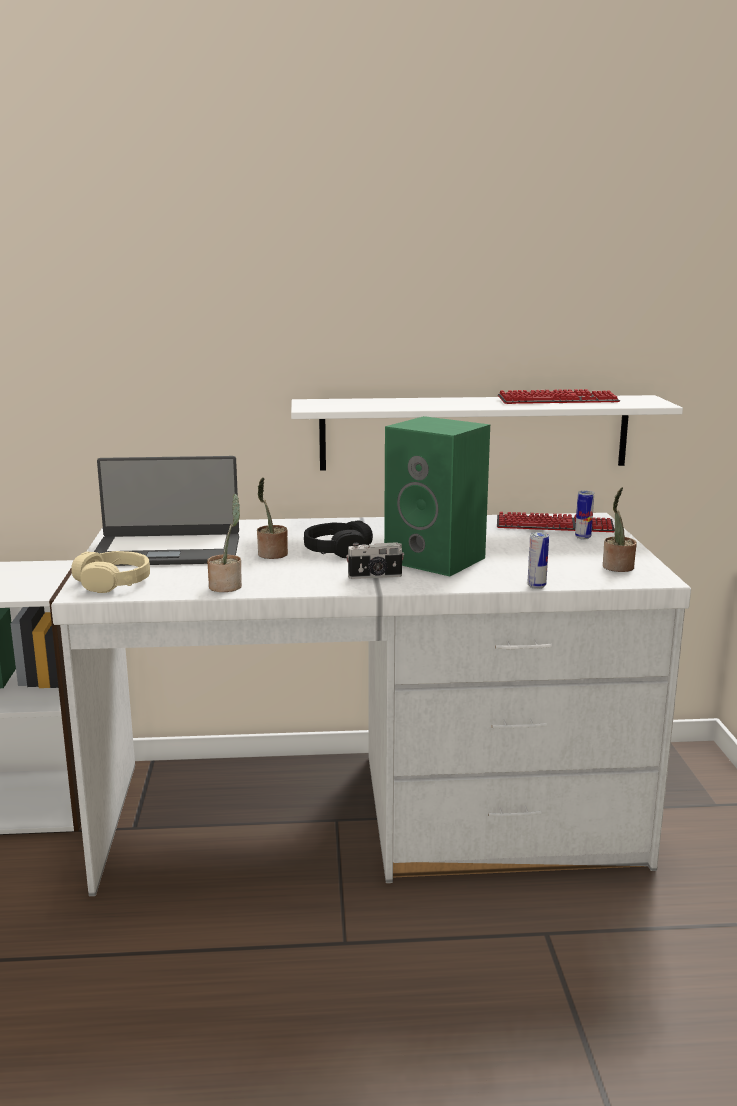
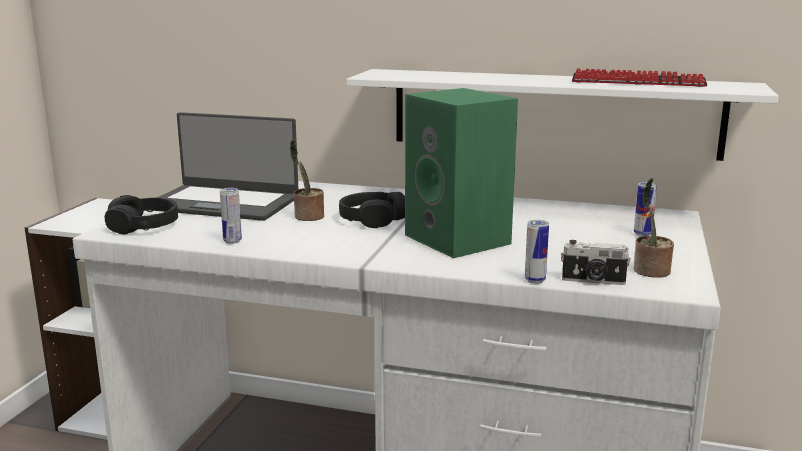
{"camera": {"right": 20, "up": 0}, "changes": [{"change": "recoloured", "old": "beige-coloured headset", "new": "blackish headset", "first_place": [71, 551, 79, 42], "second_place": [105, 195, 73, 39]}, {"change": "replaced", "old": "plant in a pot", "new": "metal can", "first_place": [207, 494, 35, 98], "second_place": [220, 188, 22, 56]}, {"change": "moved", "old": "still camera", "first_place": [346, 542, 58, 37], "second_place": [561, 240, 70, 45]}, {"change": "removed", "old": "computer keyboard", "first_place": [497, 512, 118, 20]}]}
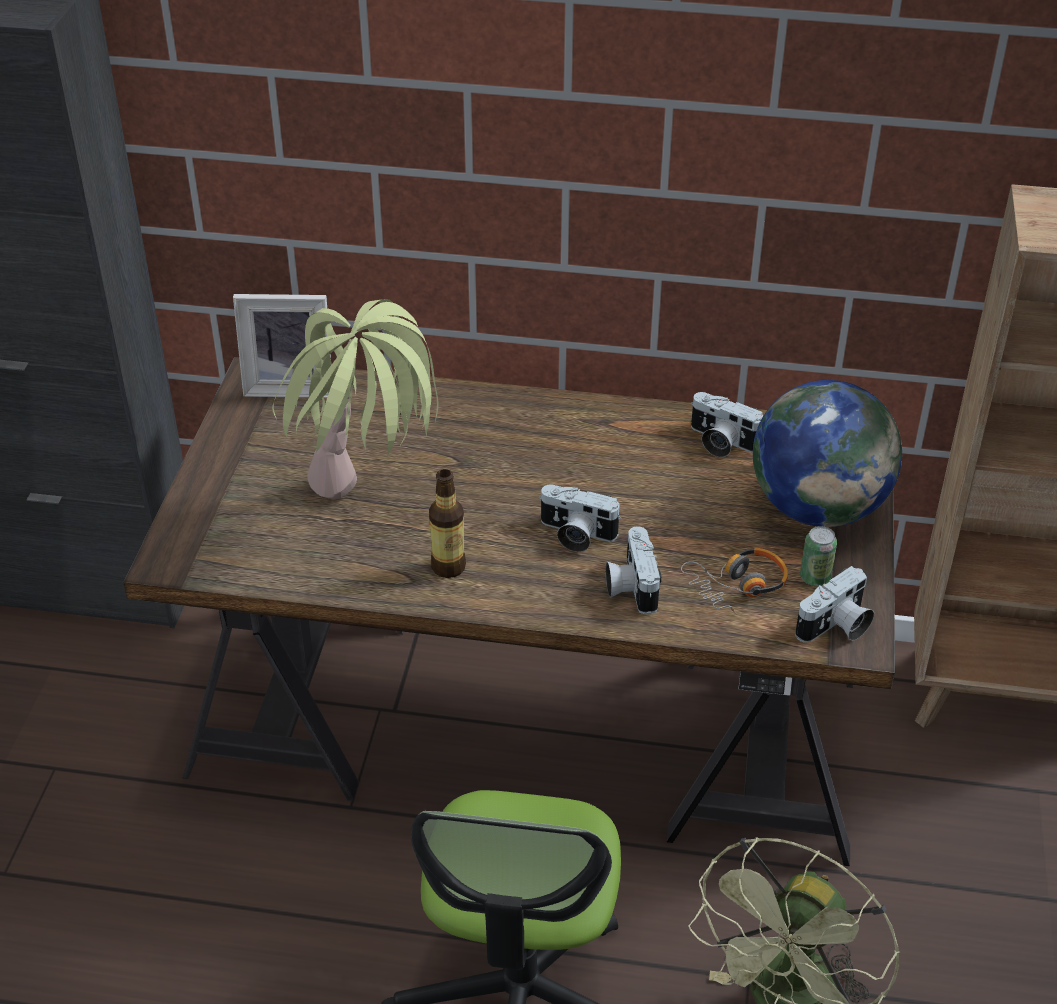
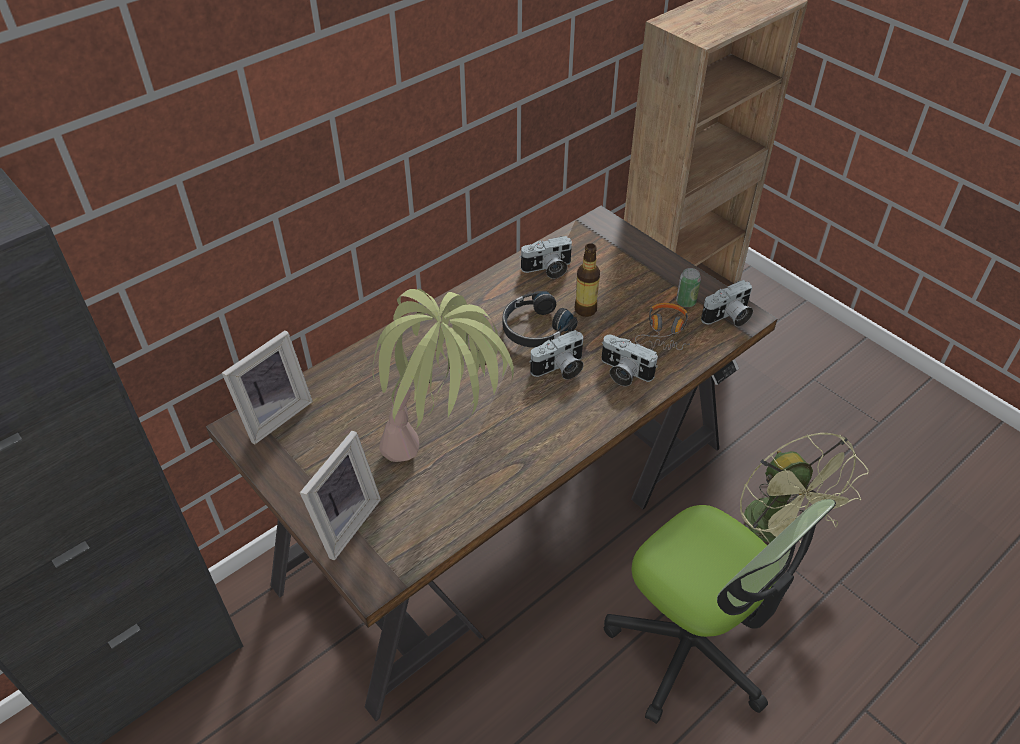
{"camera": {"right": -50, "up": 5}, "changes": [{"change": "moved", "old": "beverage bottle", "first_place": [429, 469, 37, 109], "second_place": [574, 243, 26, 74]}, {"change": "removed", "old": "globe", "first_place": [753, 380, 149, 147]}, {"change": "turned", "old": "still camera", "first_place": [795, 566, 79, 77], "second_place": [701, 280, 52, 47], "degrees": 60}, {"change": "added", "new": "standing frame", "second_place": [300, 431, 81, 129]}, {"change": "added", "new": "blackish headset", "second_place": [503, 291, 75, 57]}]}
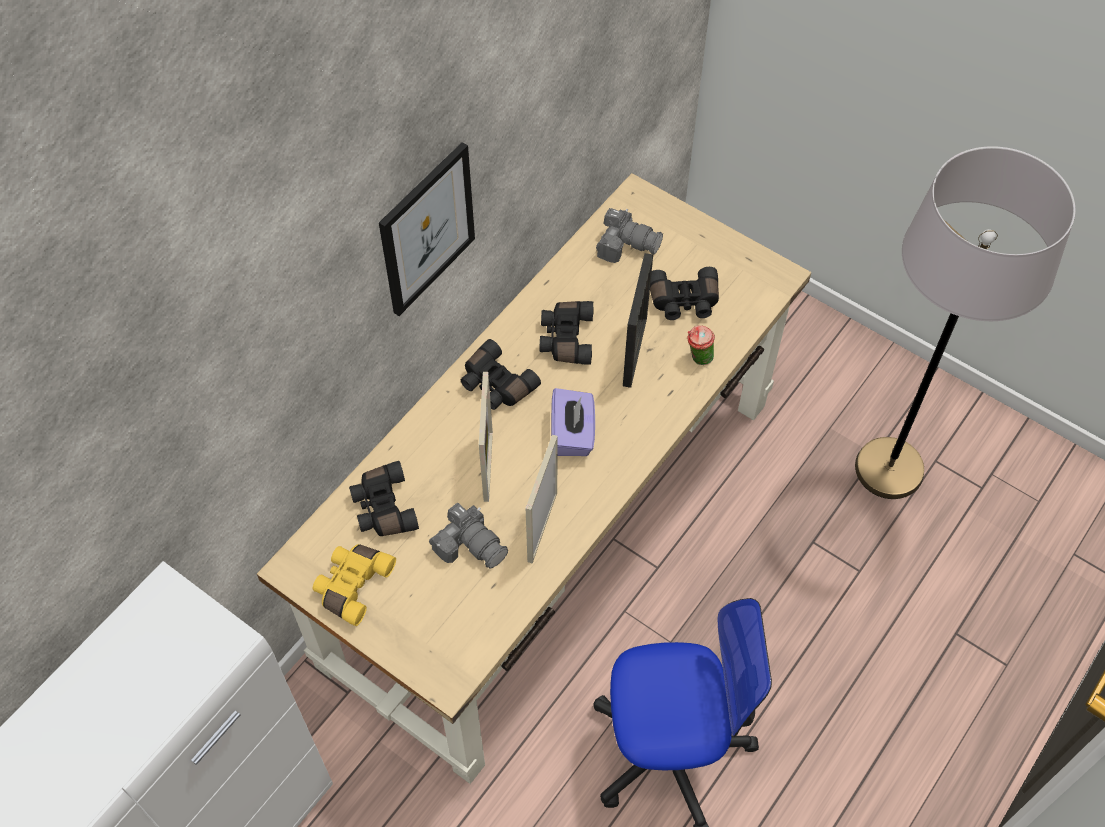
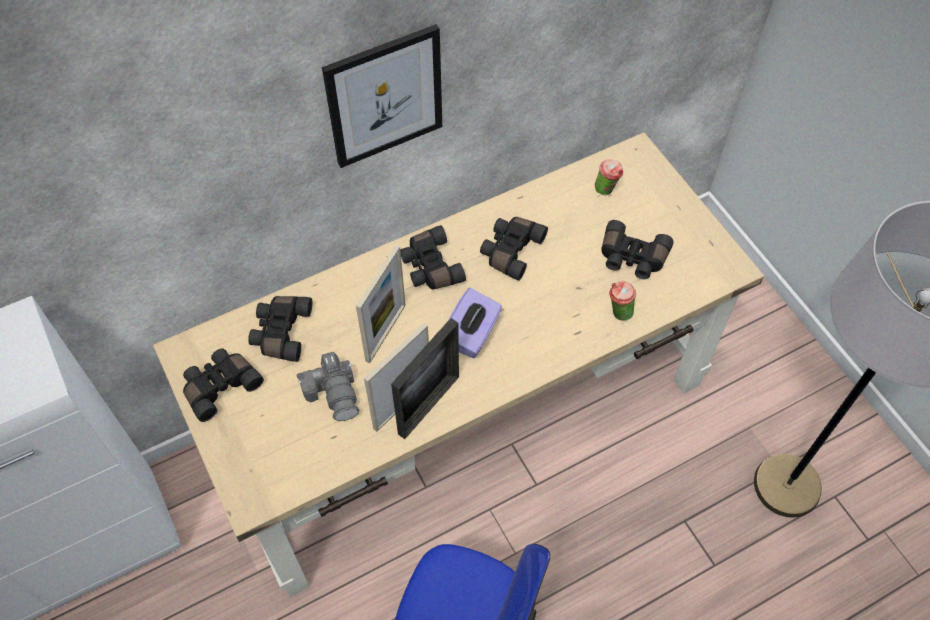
{"camera": {"right": 25, "up": 0}, "changes": [{"change": "recoloured", "old": "yellow pair of binoculars", "new": "blackish pair of binoculars", "first_place": [313, 544, 83, 82], "second_place": [183, 349, 81, 73]}, {"change": "replaced", "old": "still camera", "new": "drinking cup", "first_place": [596, 208, 67, 55], "second_place": [595, 159, 28, 36]}, {"change": "moved", "old": "standing frame", "first_place": [623, 253, 30, 135], "second_place": [391, 318, 68, 121]}]}
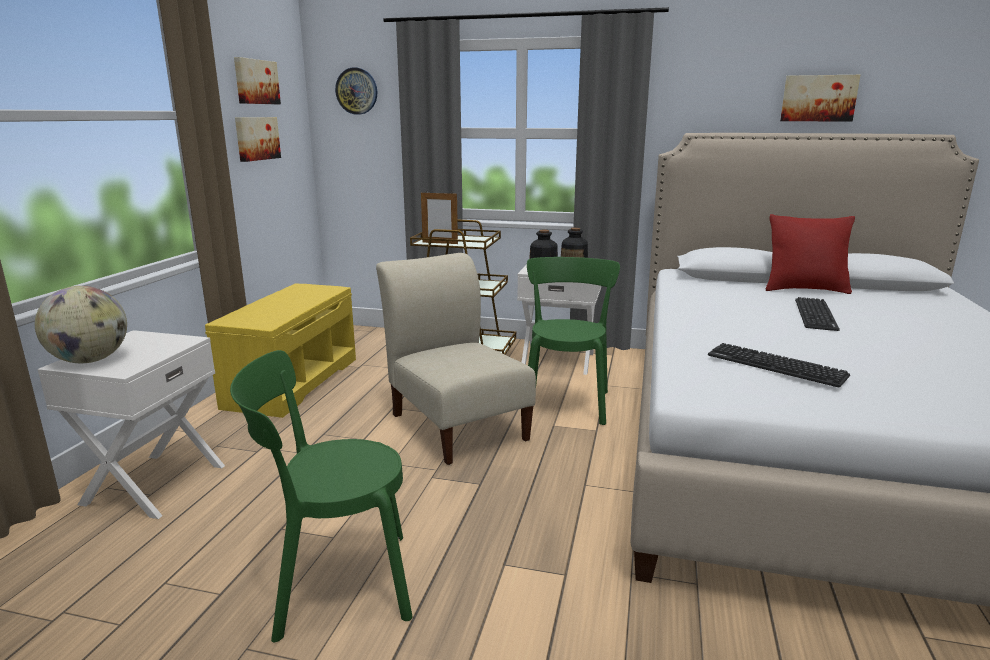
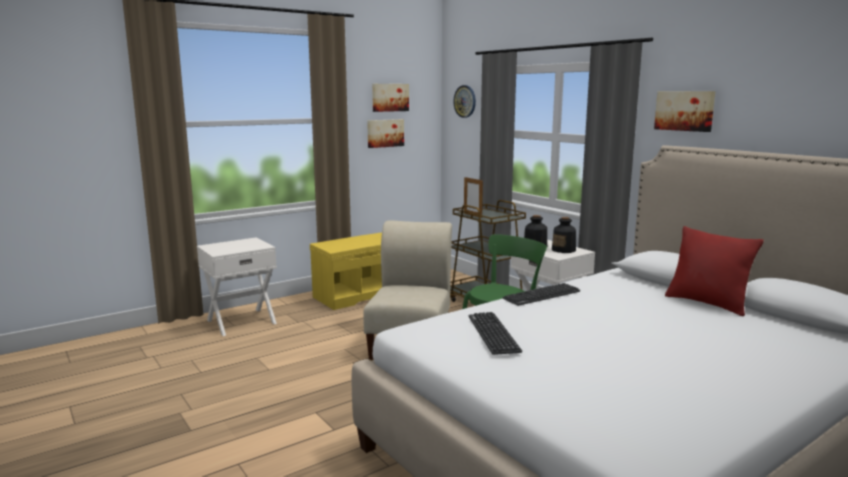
{"camera": {"right": 40, "up": -5}, "changes": [{"change": "removed", "old": "globe", "first_place": [35, 286, 92, 77]}, {"change": "removed", "old": "green upright chair", "first_place": [230, 350, 183, 293]}, {"change": "moved", "old": "wall art", "first_place": [780, 75, 80, 46], "second_place": [654, 91, 61, 41]}, {"change": "moved", "old": "computer keyboard", "first_place": [795, 297, 45, 34], "second_place": [503, 283, 77, 23]}]}
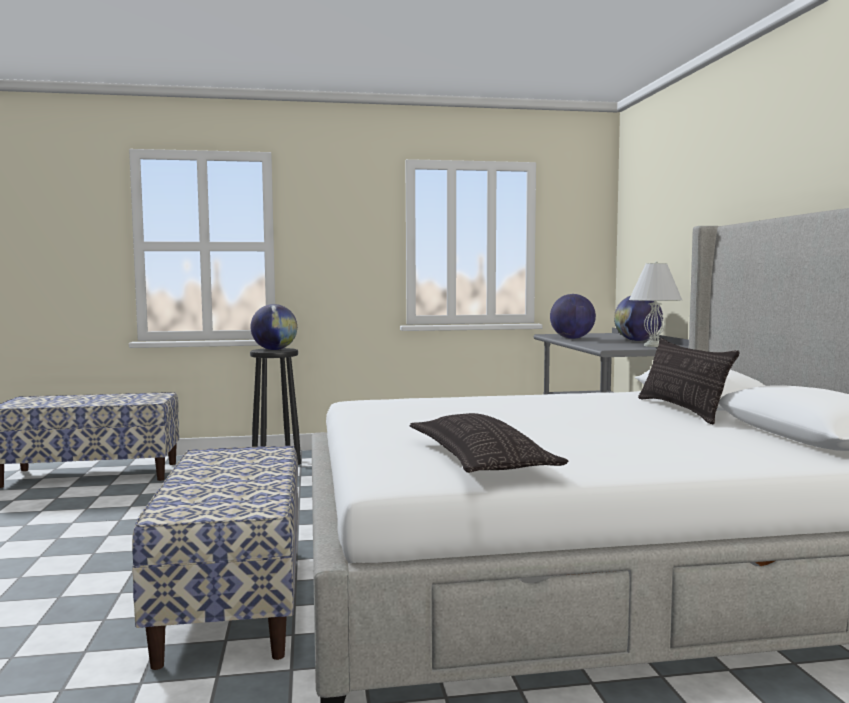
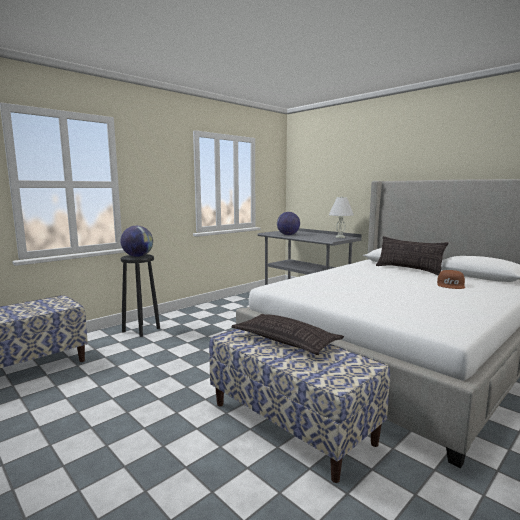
{"camera": {"right": -35, "up": 5}, "changes": [{"change": "moved", "old": "pillow", "first_place": [410, 413, 158, 60], "second_place": [231, 314, 113, 41]}, {"change": "removed", "old": "globe", "first_place": [614, 296, 49, 45]}, {"change": "added", "new": "brown-coloured cap", "second_place": [437, 270, 28, 19]}]}
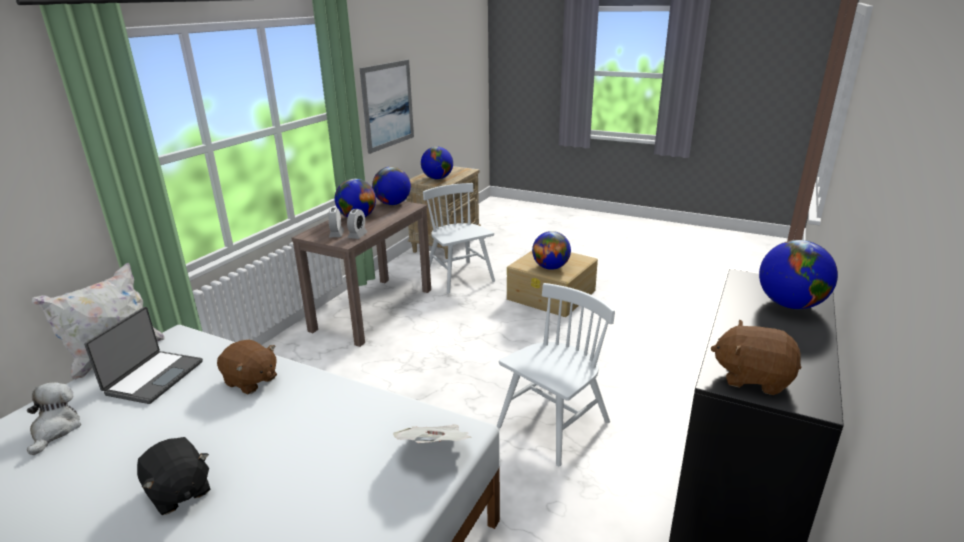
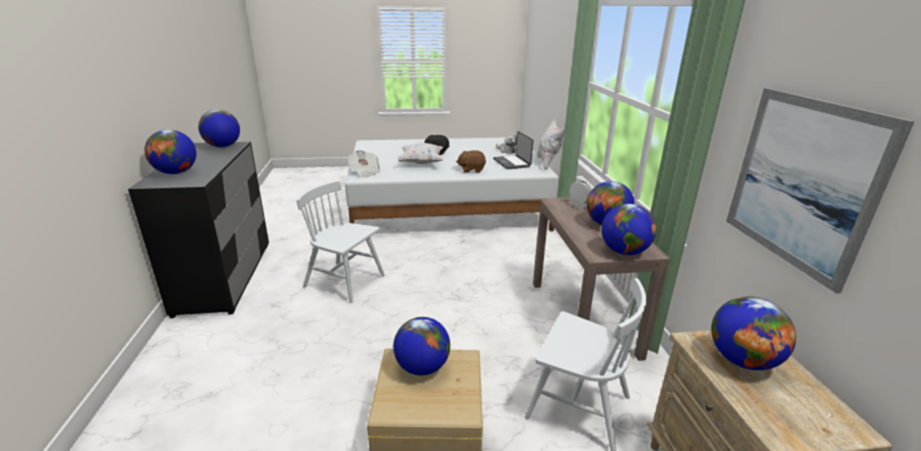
{"camera": {"right": 145, "up": 0}, "changes": [{"change": "removed", "old": "bedside clock", "first_place": [347, 209, 20, 30]}, {"change": "turned", "old": "white upright chair", "first_place": [497, 283, 118, 183], "second_place": [297, 180, 88, 123], "degrees": 105}, {"change": "replaced", "old": "brown-coloured plush toy", "new": "globe", "first_place": [711, 320, 90, 75], "second_place": [198, 109, 42, 38]}, {"change": "added", "new": "white pillow", "second_place": [397, 142, 46, 22]}]}
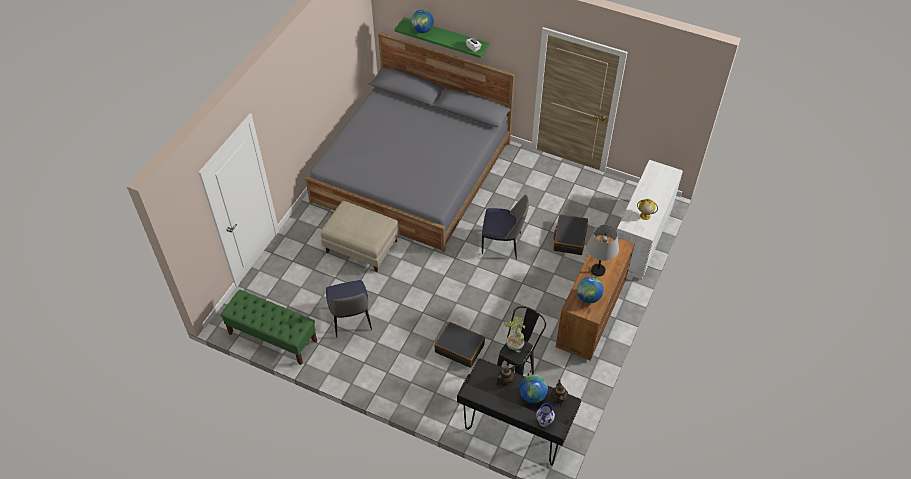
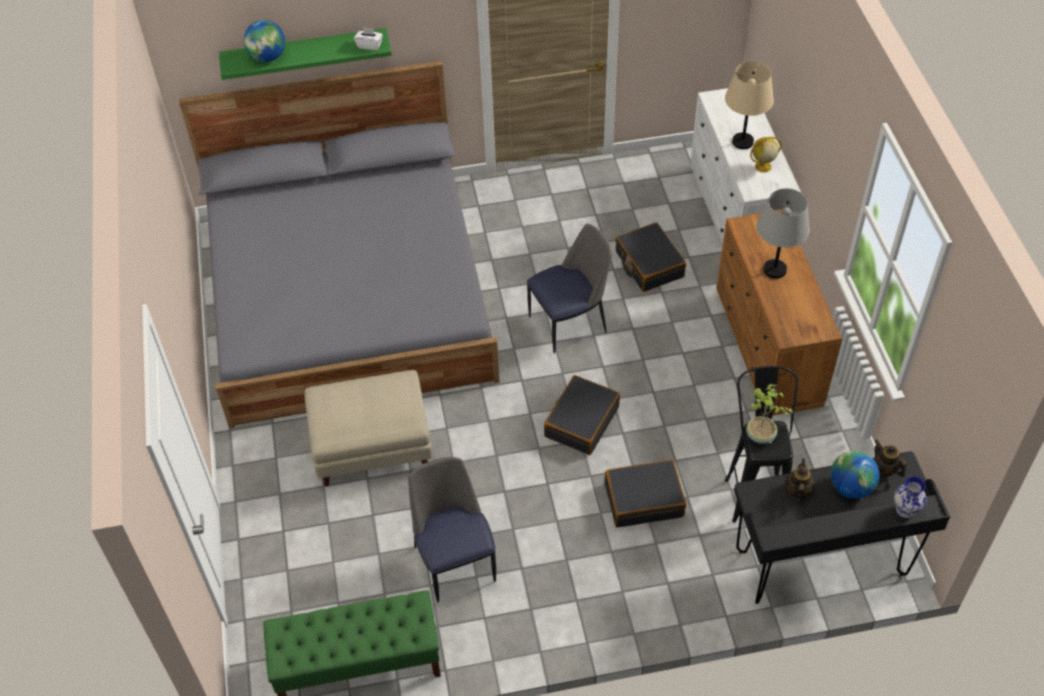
{"camera": {"right": -35, "up": 0}, "changes": [{"change": "turned", "old": "upright chair", "first_place": [326, 280, 46, 58], "second_place": [408, 457, 88, 145], "degrees": -150}, {"change": "removed", "old": "globe", "first_place": [577, 277, 26, 26]}, {"change": "added", "new": "blackish piece of luggage", "second_place": [544, 375, 76, 80]}, {"change": "added", "new": "beige-coloured tabletop lamp", "second_place": [725, 61, 49, 88]}]}
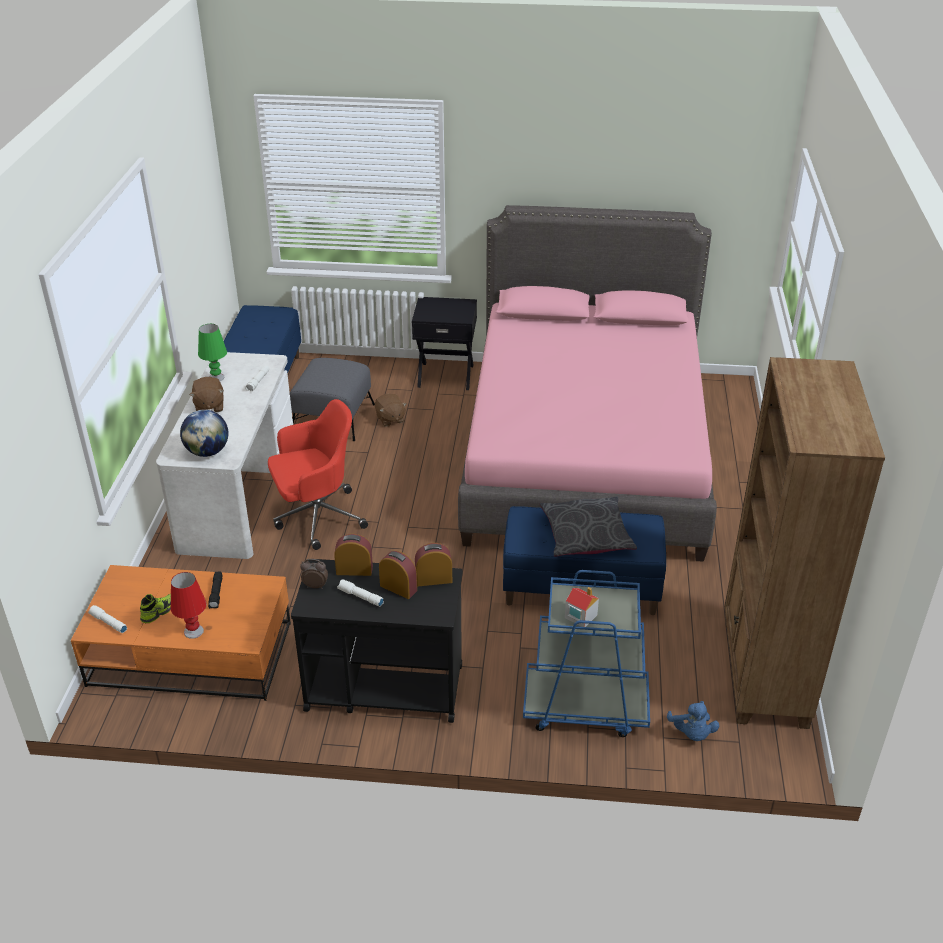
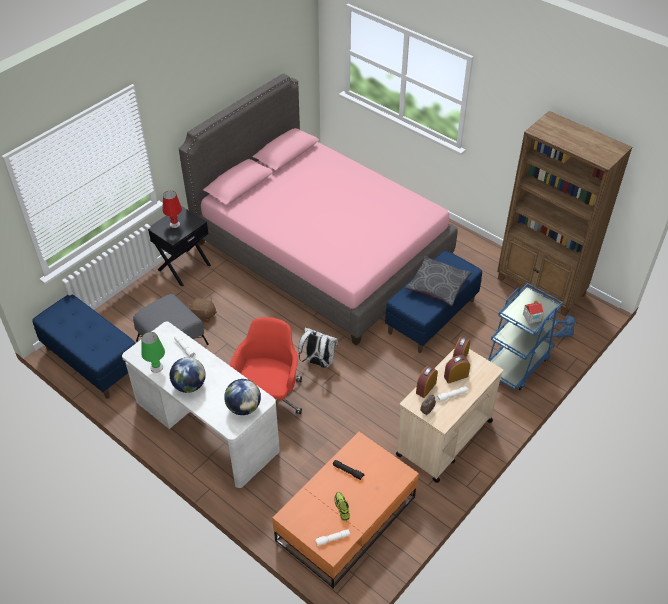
{"camera": {"right": -55, "up": 10}, "changes": [{"change": "moved", "old": "reddish tabletop lamp", "first_place": [171, 572, 36, 67], "second_place": [163, 191, 19, 37]}, {"change": "replaced", "old": "brown-coloured plush toy", "new": "globe", "first_place": [190, 377, 34, 35], "second_place": [170, 357, 36, 36]}, {"change": "recoloured", "old": "blackish wheeled cart", "new": "beige-coloured wheeled cart", "first_place": [291, 559, 171, 164], "second_place": [396, 348, 107, 135]}, {"change": "added", "new": "white rucksack", "second_place": [298, 328, 40, 40]}]}
